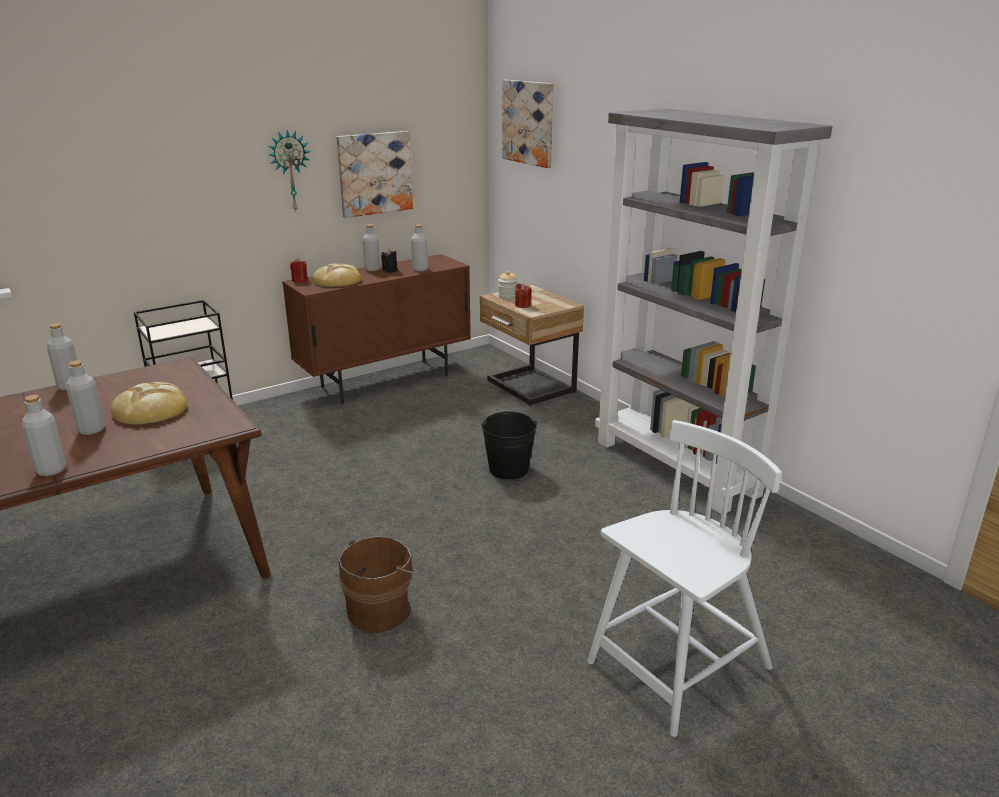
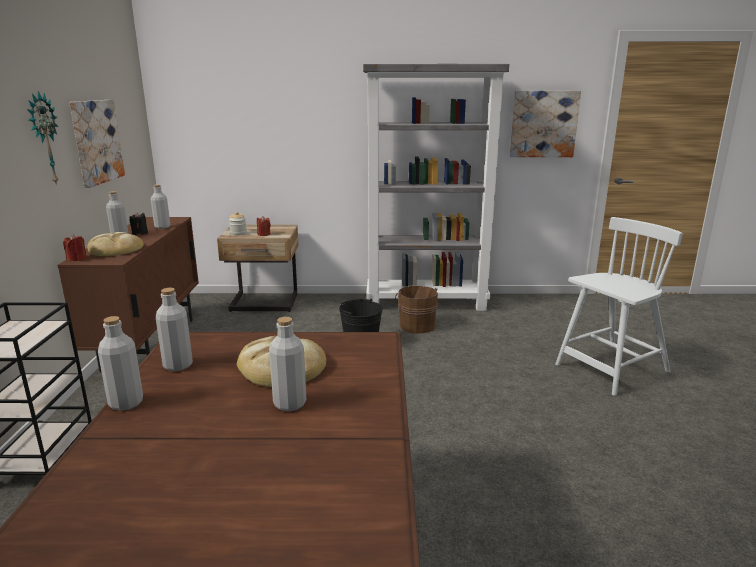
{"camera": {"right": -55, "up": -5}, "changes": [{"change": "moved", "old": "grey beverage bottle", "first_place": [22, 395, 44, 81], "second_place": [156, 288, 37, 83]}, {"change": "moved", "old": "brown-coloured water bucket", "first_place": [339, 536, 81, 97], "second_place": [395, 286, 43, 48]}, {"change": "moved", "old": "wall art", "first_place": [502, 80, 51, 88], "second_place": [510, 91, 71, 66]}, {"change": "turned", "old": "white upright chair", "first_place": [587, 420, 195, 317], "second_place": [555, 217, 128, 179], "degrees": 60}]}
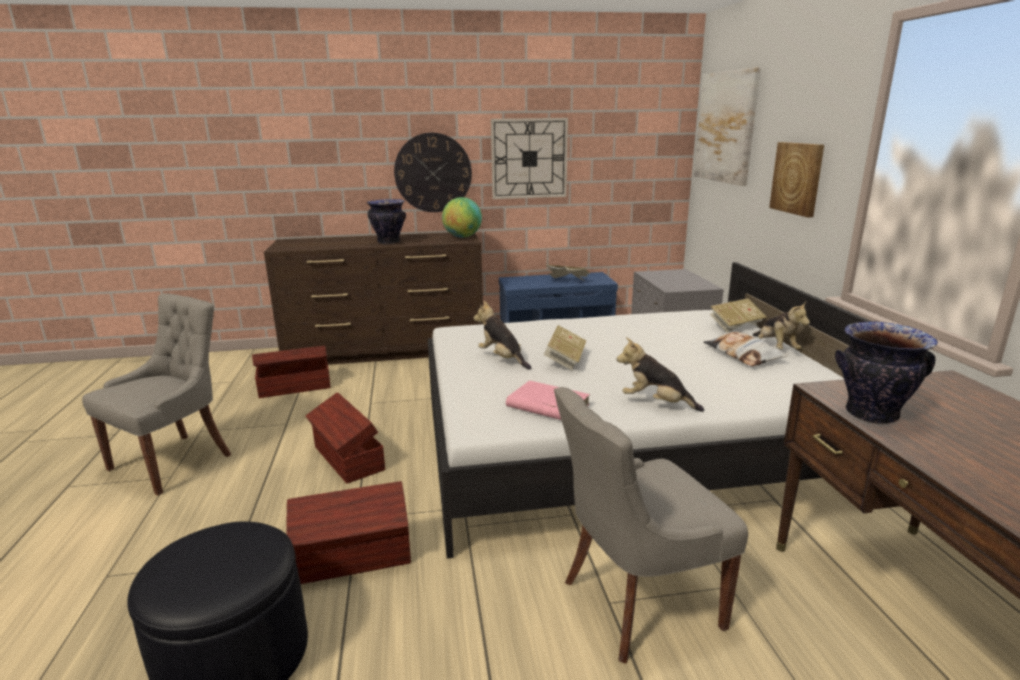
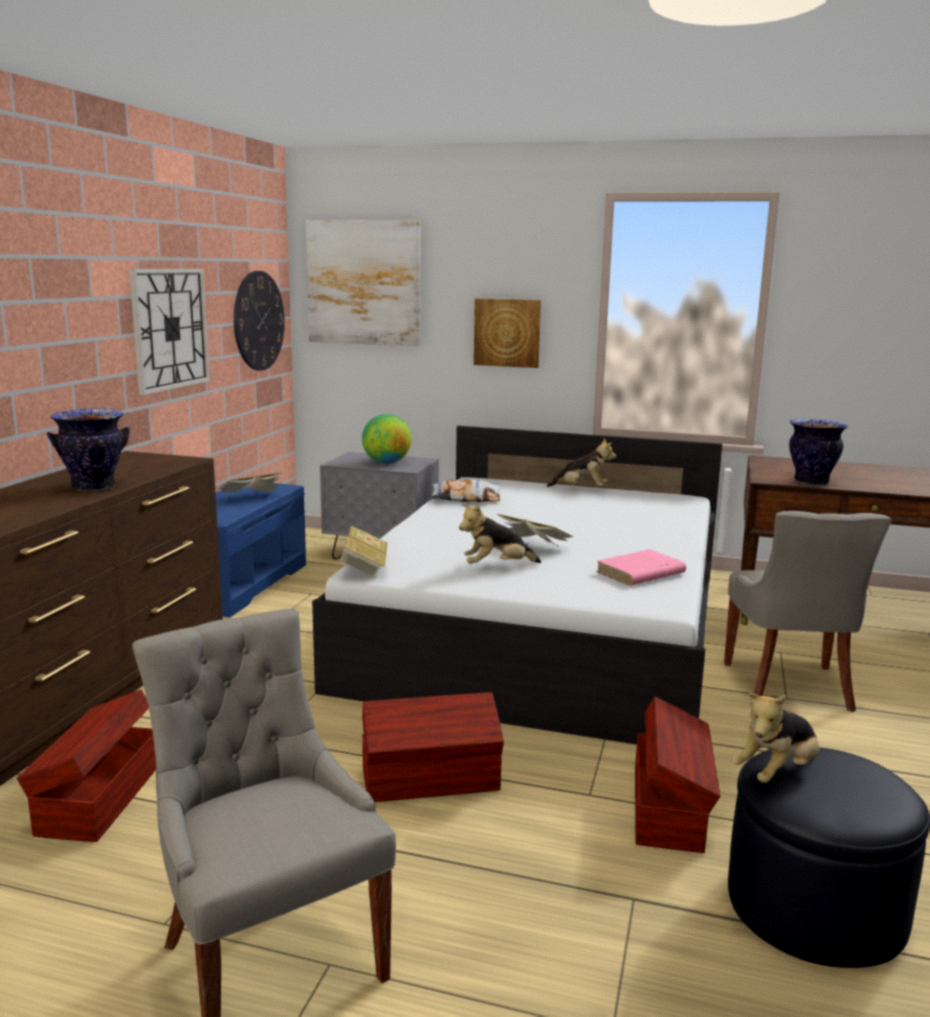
{"camera": {"right": -65, "up": -5}, "changes": [{"change": "moved", "old": "wall clock", "first_place": [394, 133, 78, 79], "second_place": [234, 271, 51, 100]}, {"change": "moved", "old": "globe", "first_place": [442, 197, 40, 41], "second_place": [362, 414, 50, 50]}, {"change": "moved", "old": "plush toy", "first_place": [617, 337, 87, 75], "second_place": [731, 693, 89, 90]}, {"change": "moved", "old": "pillow", "first_place": [703, 332, 84, 35], "second_place": [431, 480, 71, 22]}, {"change": "moved", "old": "bound book", "first_place": [710, 298, 57, 35], "second_place": [340, 525, 48, 53]}]}
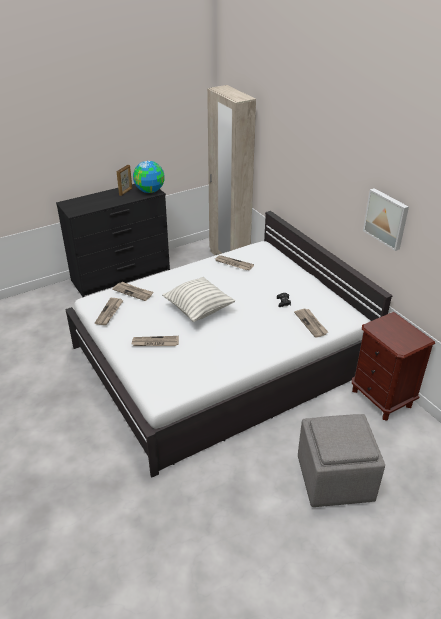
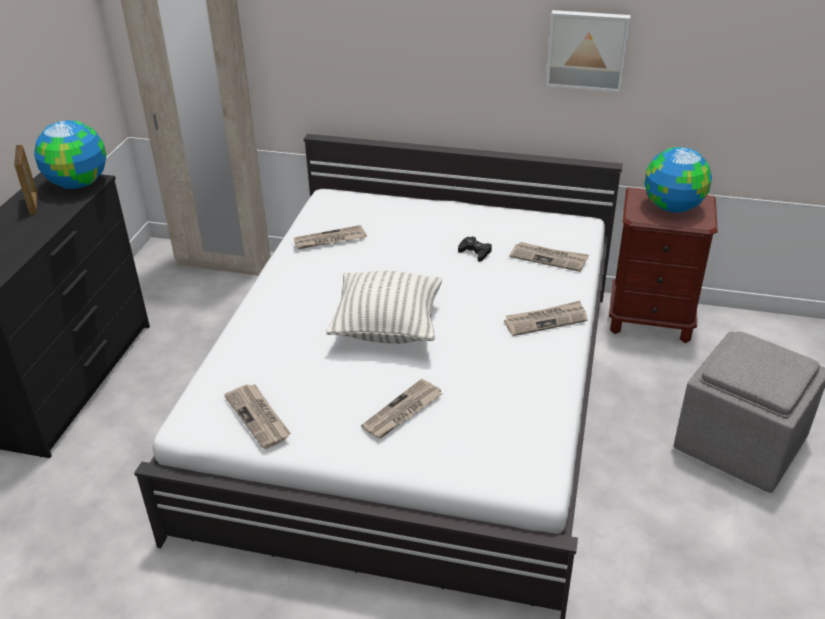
{"camera": {"right": -45, "up": 0}, "changes": [{"change": "moved", "old": "newspaper", "first_place": [112, 282, 41, 19], "second_place": [504, 301, 83, 35]}, {"change": "added", "new": "globe", "second_place": [644, 147, 68, 66]}]}
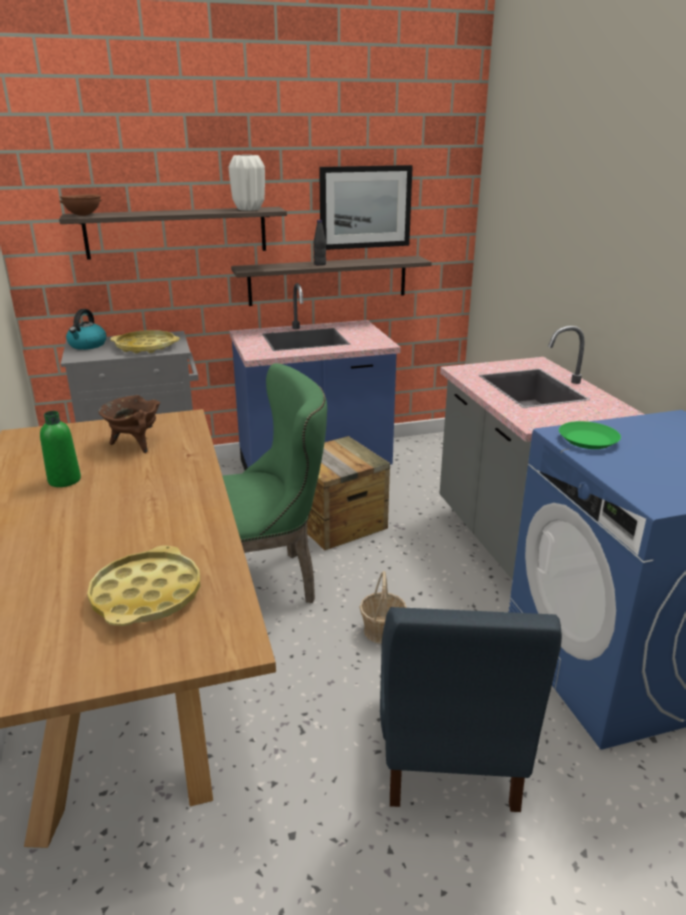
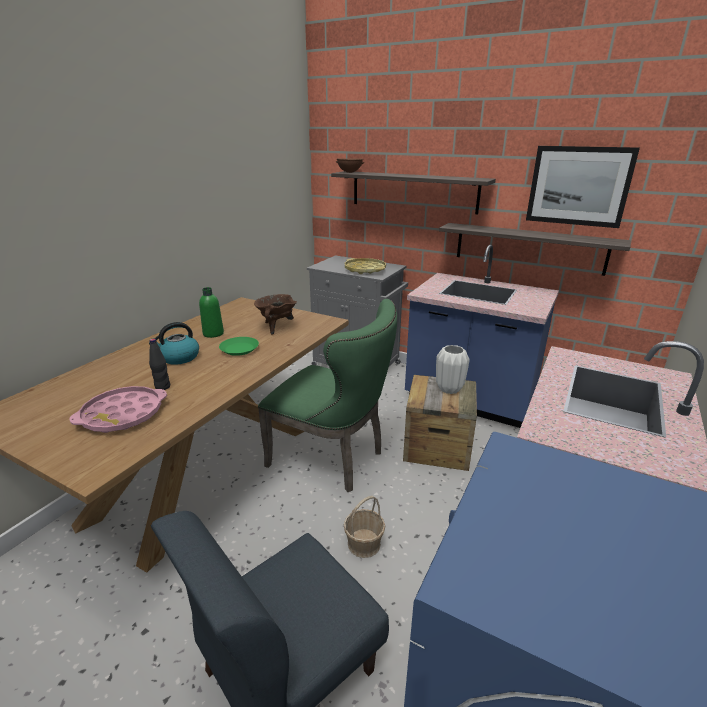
{"camera": {"right": 45, "up": 0}, "changes": [{"change": "moved", "old": "water kettle", "first_place": [66, 309, 40, 41], "second_place": [149, 322, 50, 43]}, {"change": "recoloured", "old": "yellow tray", "new": "pink tray", "first_place": [87, 546, 113, 80], "second_place": [69, 386, 98, 47]}, {"change": "moved", "old": "white flower vase", "first_place": [229, 155, 36, 56], "second_place": [436, 345, 34, 49]}, {"change": "moved", "old": "blackish beverage bottle", "first_place": [314, 220, 12, 46], "second_place": [149, 338, 21, 52]}, {"change": "moved", "old": "green dinner plate", "first_place": [559, 421, 62, 28], "second_place": [219, 337, 40, 19]}]}
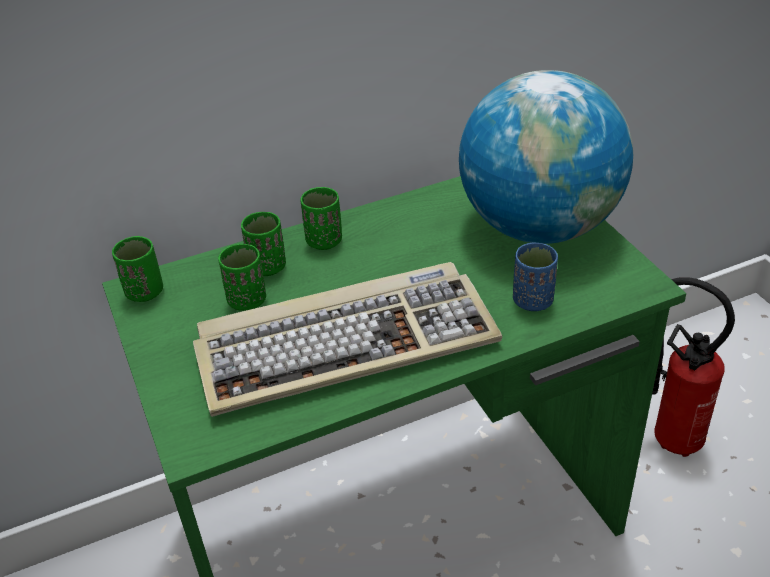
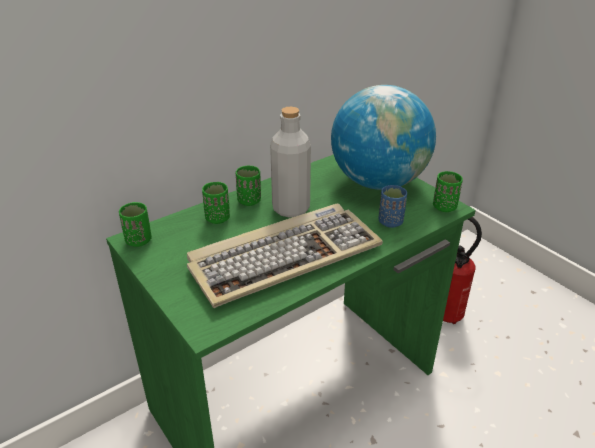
{"camera": {"right": -15, "up": -5}, "changes": [{"change": "moved", "old": "green drinking cup", "first_place": [218, 244, 48, 67], "second_place": [433, 171, 30, 41]}, {"change": "added", "new": "grey beverage bottle", "second_place": [270, 107, 41, 111]}]}
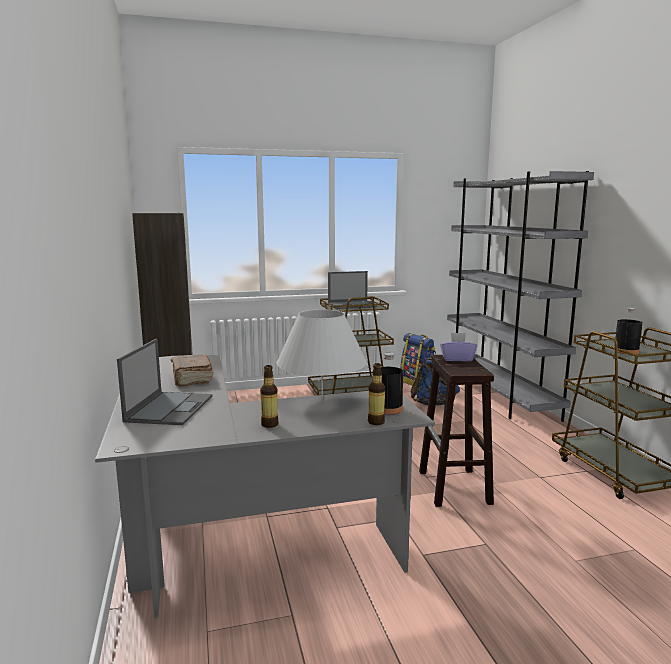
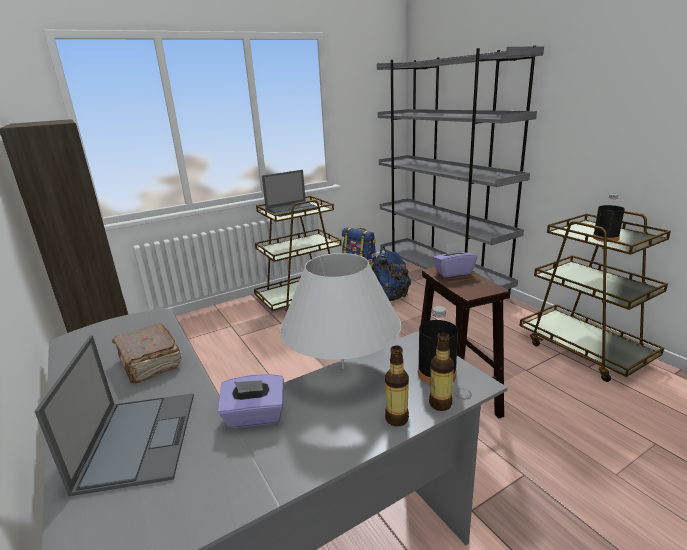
{"camera": {"right": -15, "up": 10}, "changes": [{"change": "moved", "old": "beverage bottle", "first_place": [260, 365, 19, 63], "second_place": [385, 345, 24, 81]}, {"change": "added", "new": "purple tissue box", "second_place": [218, 374, 66, 54]}]}
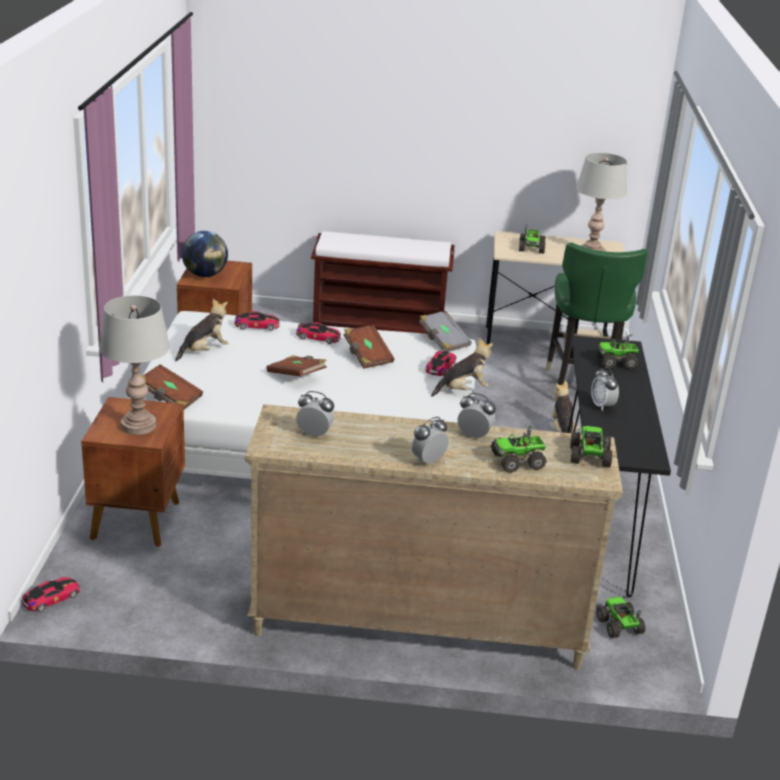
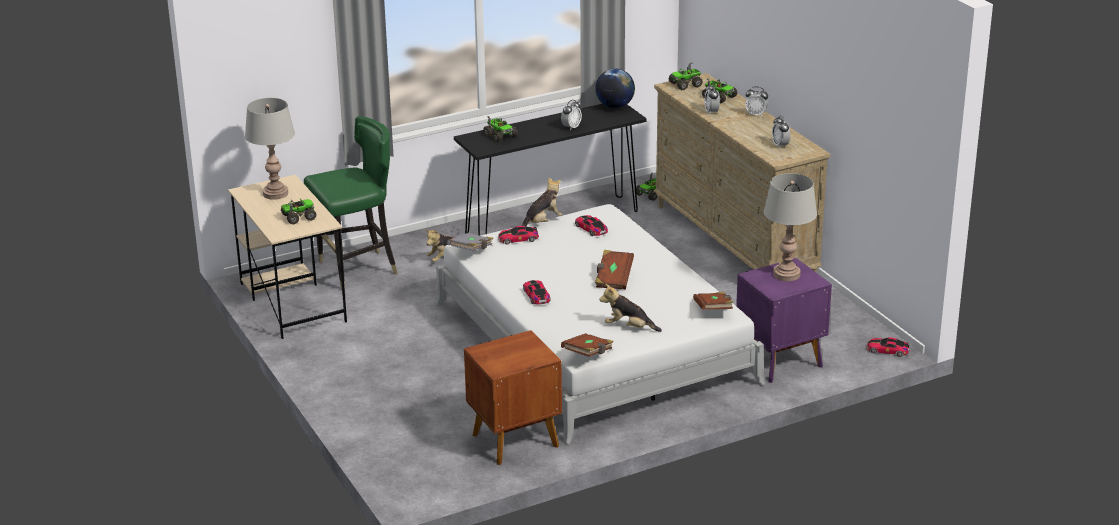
{"camera": {"right": -120, "up": 0}, "changes": [{"change": "recoloured", "old": "brown-coloured nightstand", "new": "purple nightstand", "first_place": [81, 397, 104, 150], "second_place": [736, 258, 96, 125]}, {"change": "moved", "old": "globe", "first_place": [182, 231, 46, 46], "second_place": [595, 68, 40, 40]}, {"change": "moved", "old": "model car", "first_place": [235, 311, 45, 20], "second_place": [575, 215, 33, 21]}, {"change": "removed", "old": "brown-coloured long seat", "first_place": [311, 231, 144, 103]}, {"change": "moved", "old": "brown-coloured bound book", "first_place": [344, 325, 51, 44], "second_place": [561, 333, 53, 24]}, {"change": "turned", "old": "plush toy", "first_place": [431, 338, 62, 59], "second_place": [522, 177, 41, 49], "degrees": 105}]}
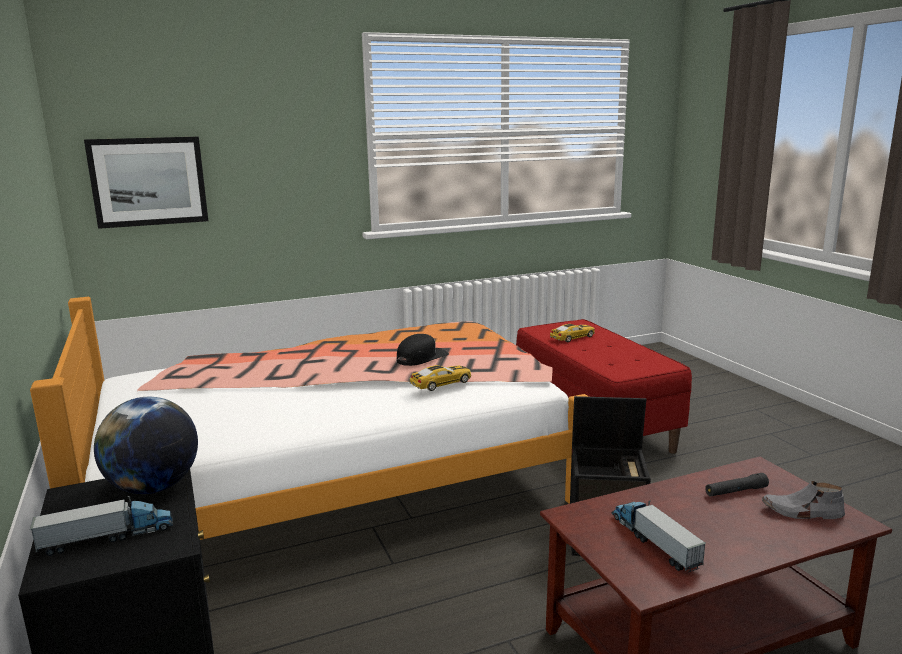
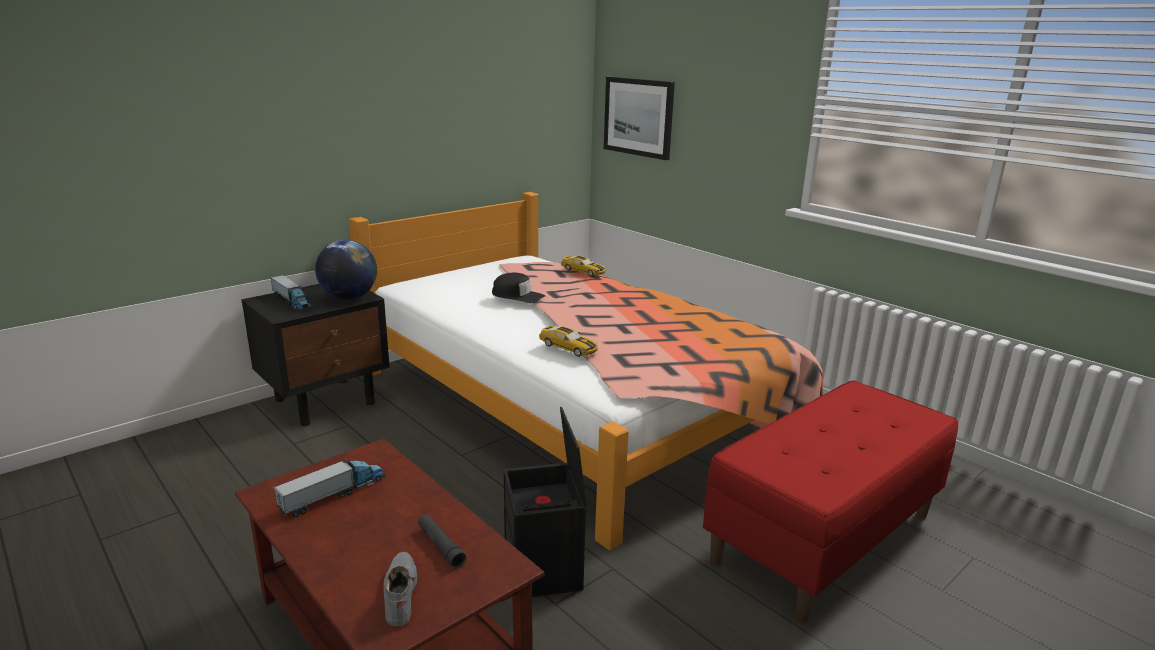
{"camera": {"right": 70, "up": 5}, "changes": [{"change": "moved", "old": "blackish cap", "first_place": [397, 334, 52, 32], "second_place": [492, 272, 53, 32]}, {"change": "moved", "old": "model car", "first_place": [550, 324, 45, 18], "second_place": [561, 255, 44, 22]}]}
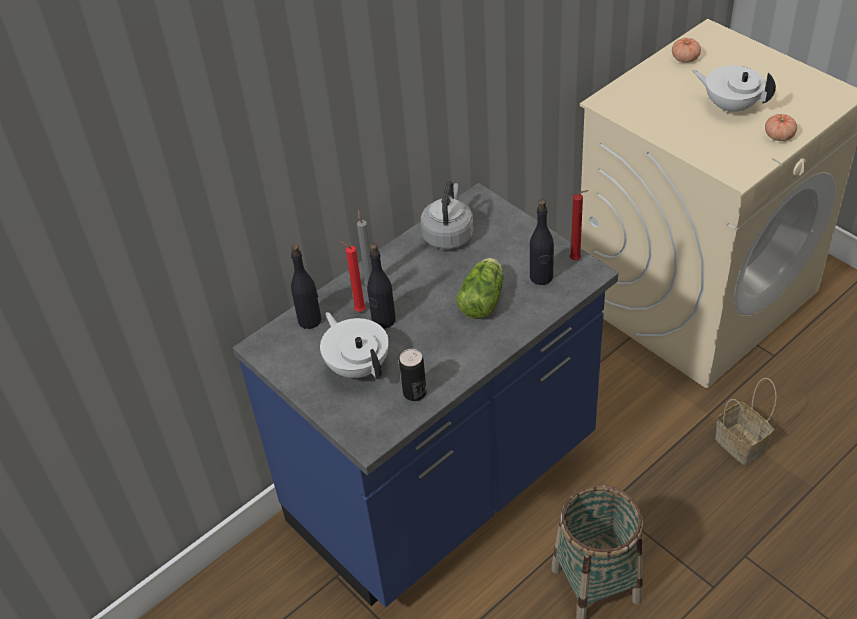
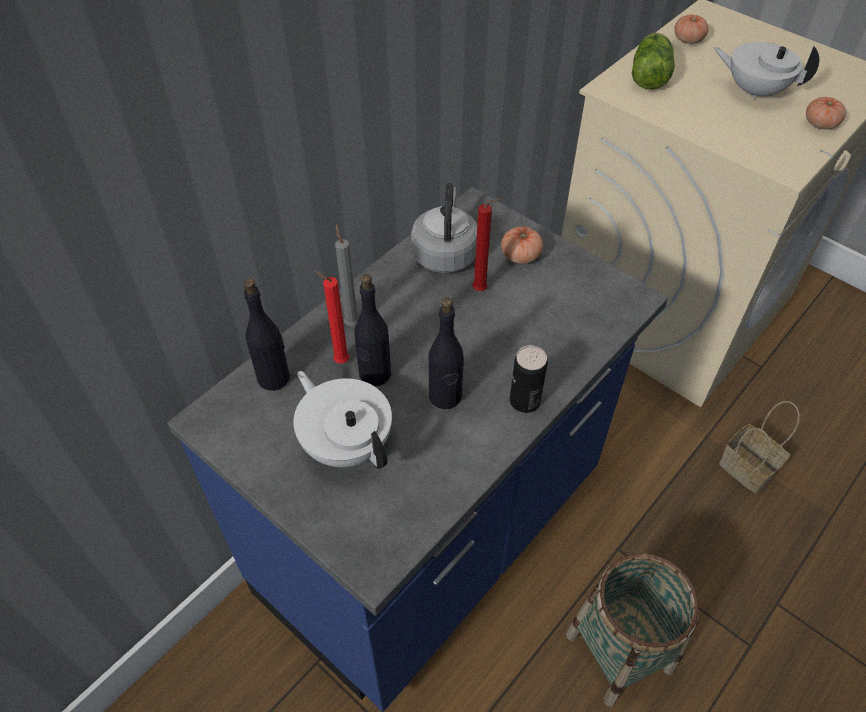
{"camera": {"right": -10, "up": 5}, "changes": [{"change": "moved", "old": "metal can", "first_place": [399, 349, 28, 52], "second_place": [510, 345, 38, 68]}, {"change": "moved", "old": "lettuce head", "first_place": [456, 258, 47, 61], "second_place": [632, 33, 43, 57]}, {"change": "moved", "old": "blackish beverage bottle", "first_place": [530, 199, 24, 86], "second_place": [429, 298, 35, 111]}, {"change": "moved", "old": "reddish wax candle", "first_place": [570, 190, 19, 70], "second_place": [473, 199, 27, 92]}, {"change": "added", "new": "whole tomato", "second_place": [501, 226, 42, 38]}]}
